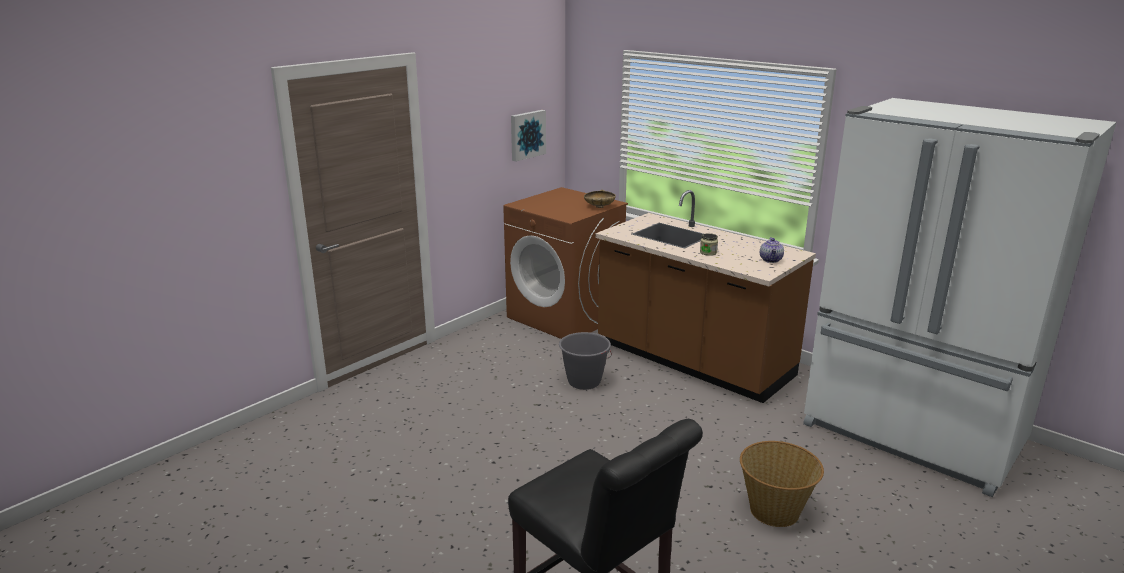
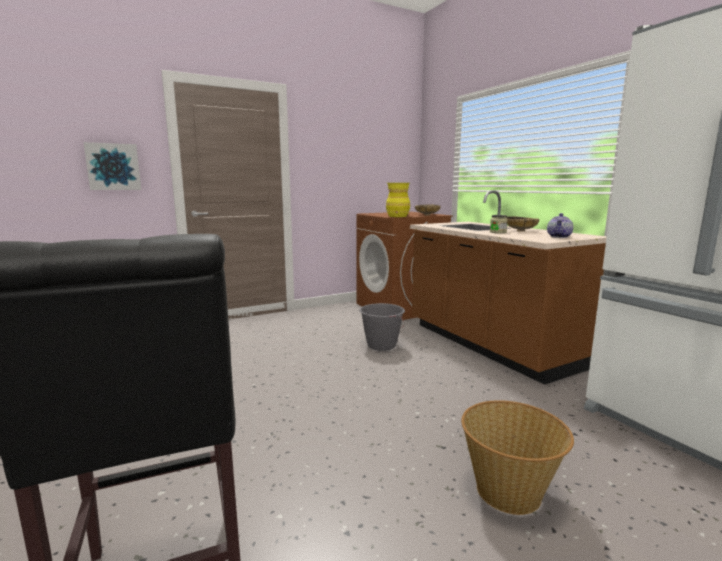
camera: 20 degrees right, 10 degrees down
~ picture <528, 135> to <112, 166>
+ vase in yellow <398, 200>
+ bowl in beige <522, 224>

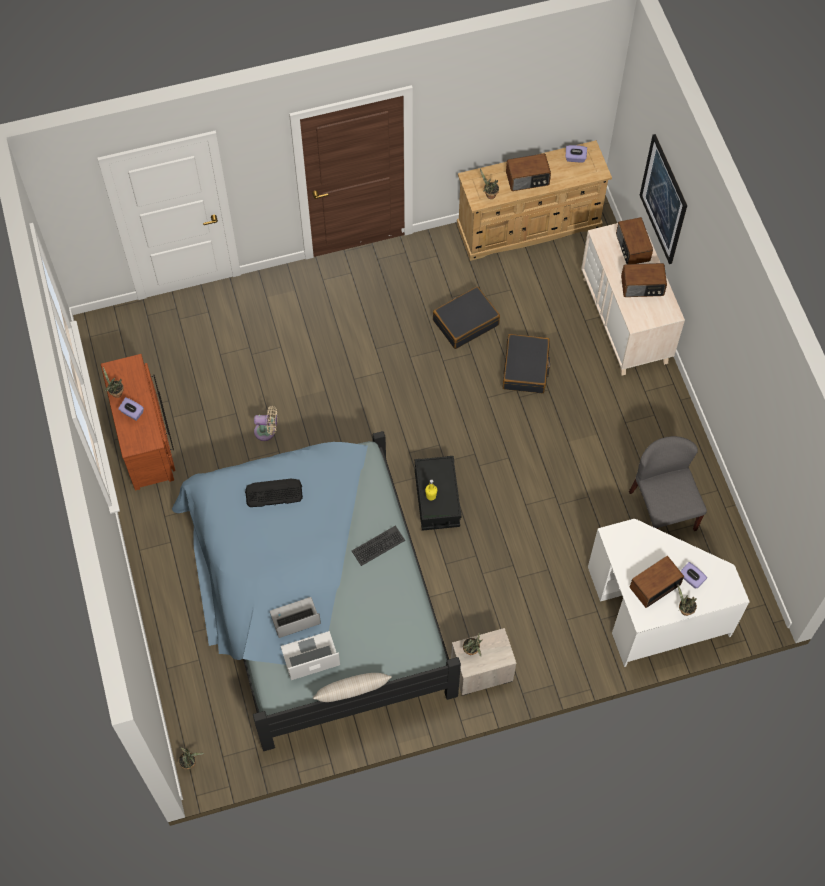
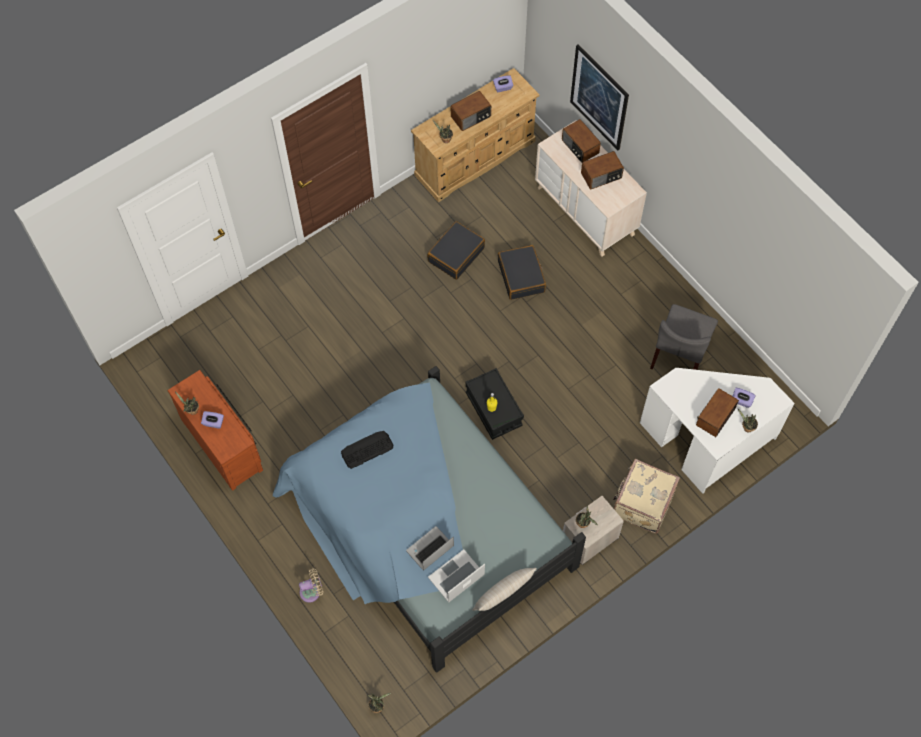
camera: 20 degrees left, 0 degrees up
~ fan in beige <265, 423> to <311, 586>
+ suitcase in beige <646, 496>
~ chair in grey <668, 483> = <684, 337> 120 degrees counterclockwise
- keyboard <378, 545>

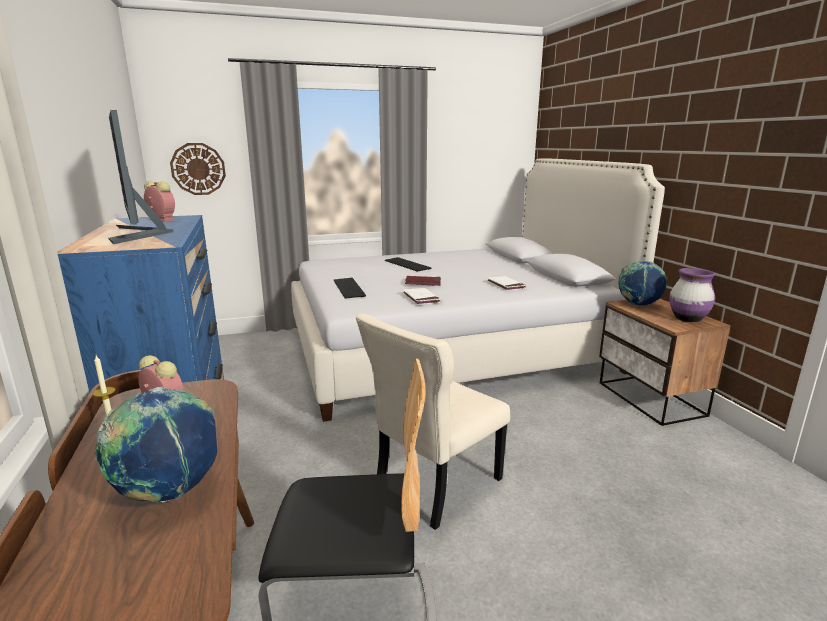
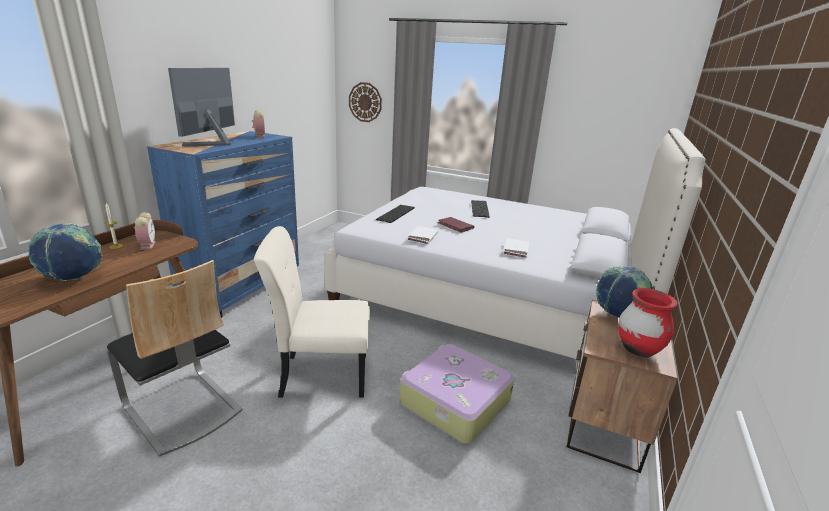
camera: 40 degrees right, 5 degrees up
+ suitcase <457, 394>
~ vase in purple <692, 295> to vase in red <647, 322>

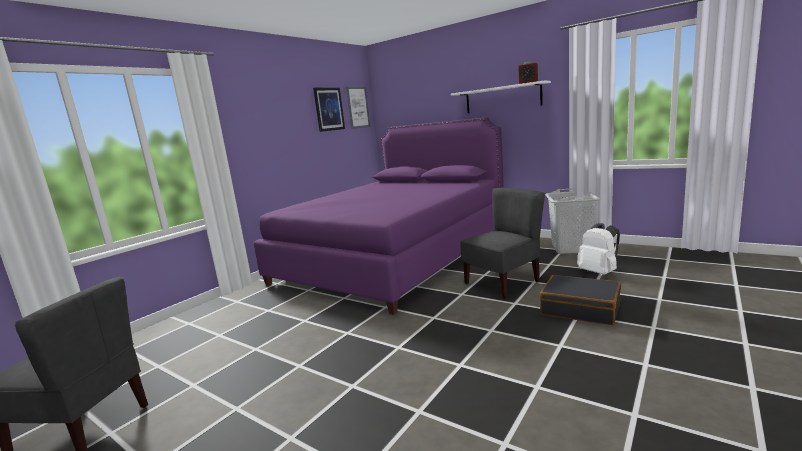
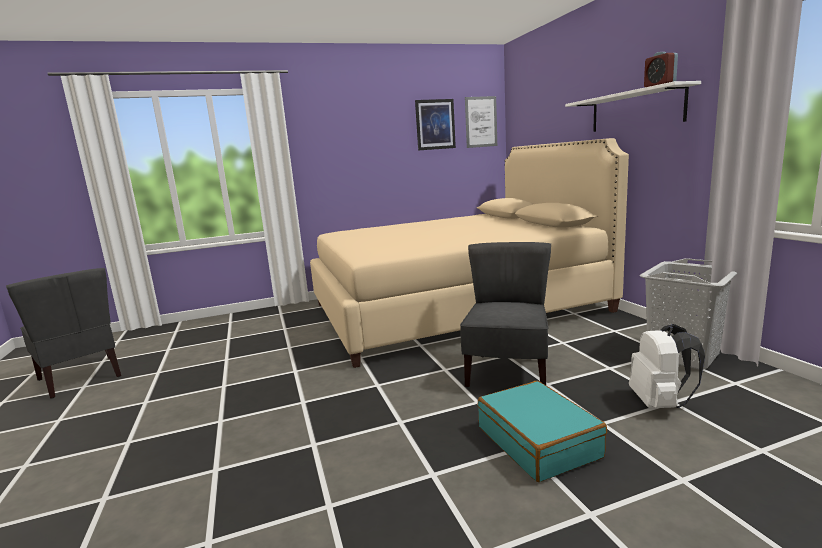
camera: 35 degrees right, 0 degrees up
~ bed in purple <379, 216> to bed in beige <469, 253>
~ chair in grey <502, 243> = <505, 315> 75 degrees counterclockwise
~ suitcase in black <580, 300> to suitcase in turquoise <542, 431>

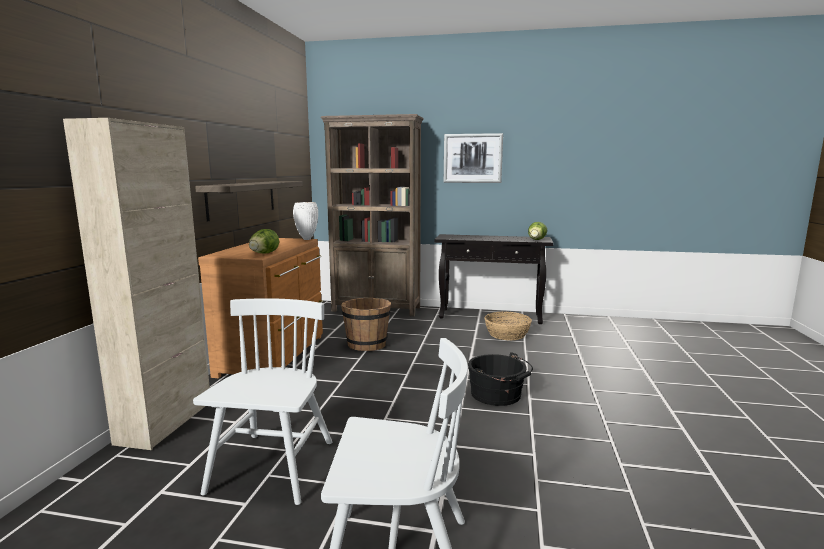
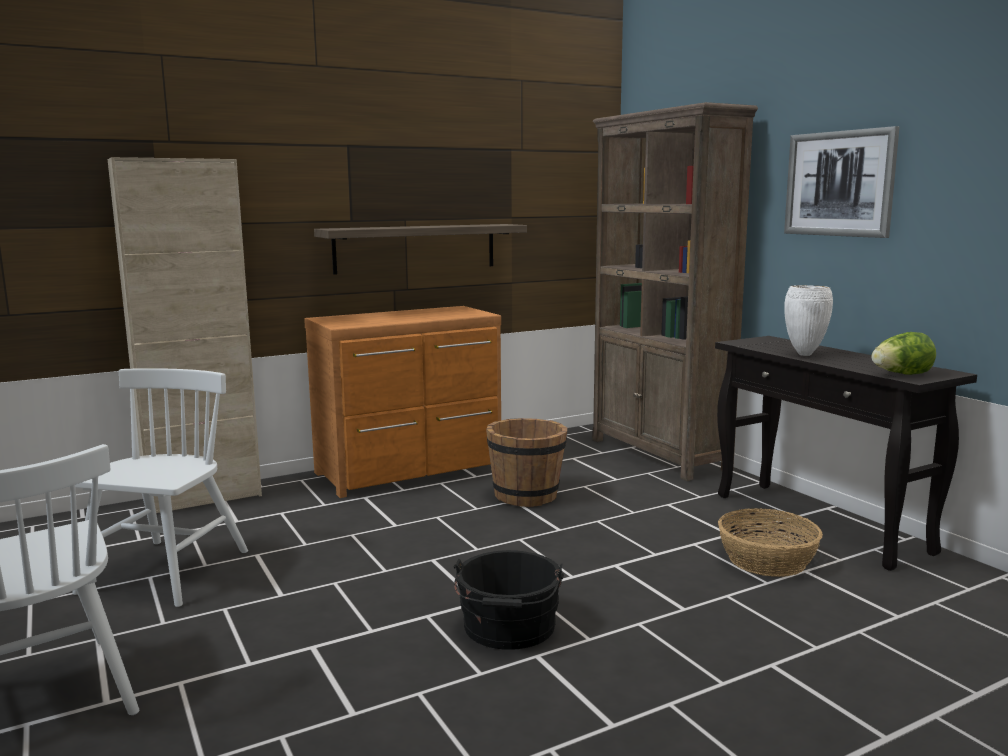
camera: 50 degrees right, 0 degrees up
~ chair in white <262, 401> = <158, 487> 45 degrees counterclockwise
~ vase in white <305, 221> to <808, 320>
- lettuce <264, 241>

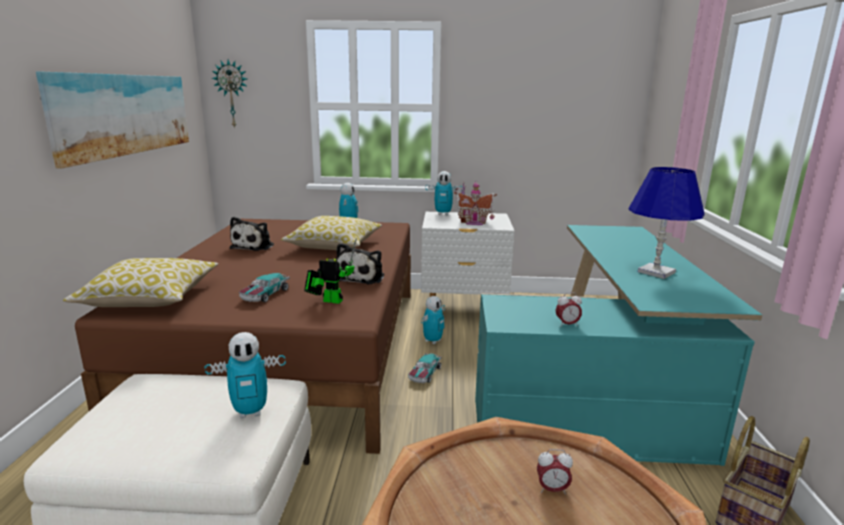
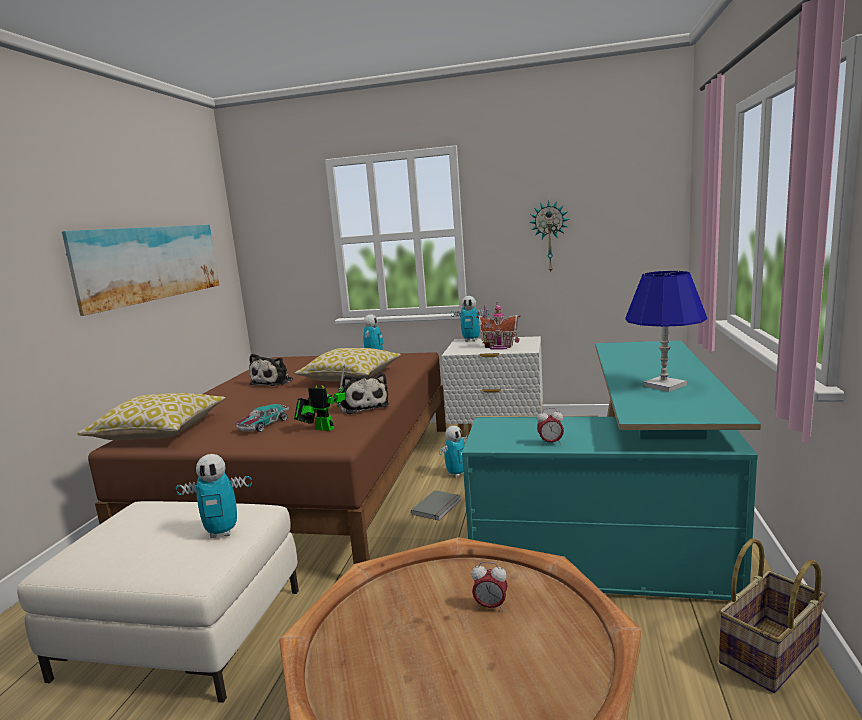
camera: 10 degrees right, 5 degrees down
~ plush toy <360, 263> = <364, 393> 45 degrees counterclockwise
~ toy car <424, 368> to book in grey <436, 505>
~ wall clock <229, 94> to <549, 237>

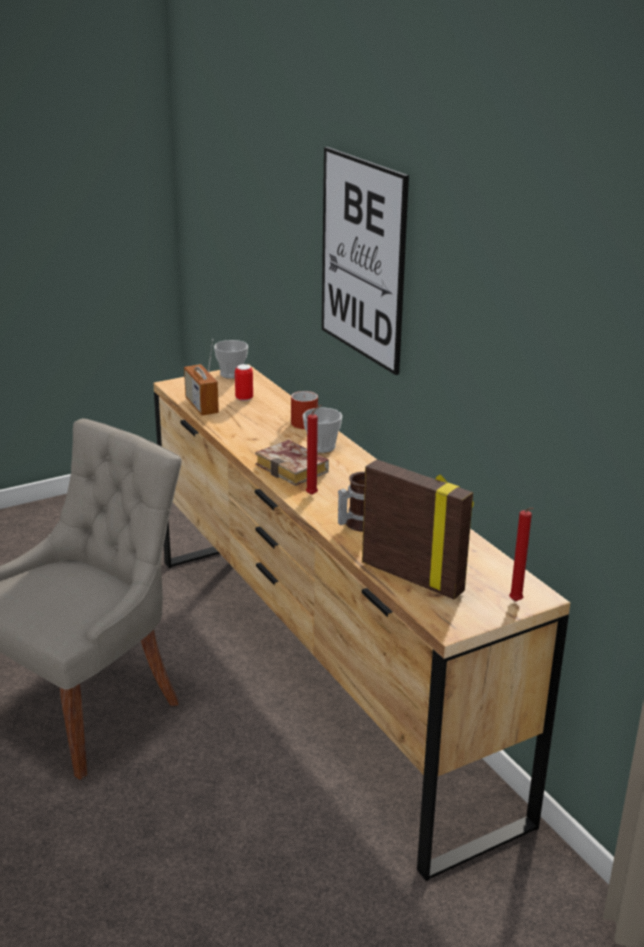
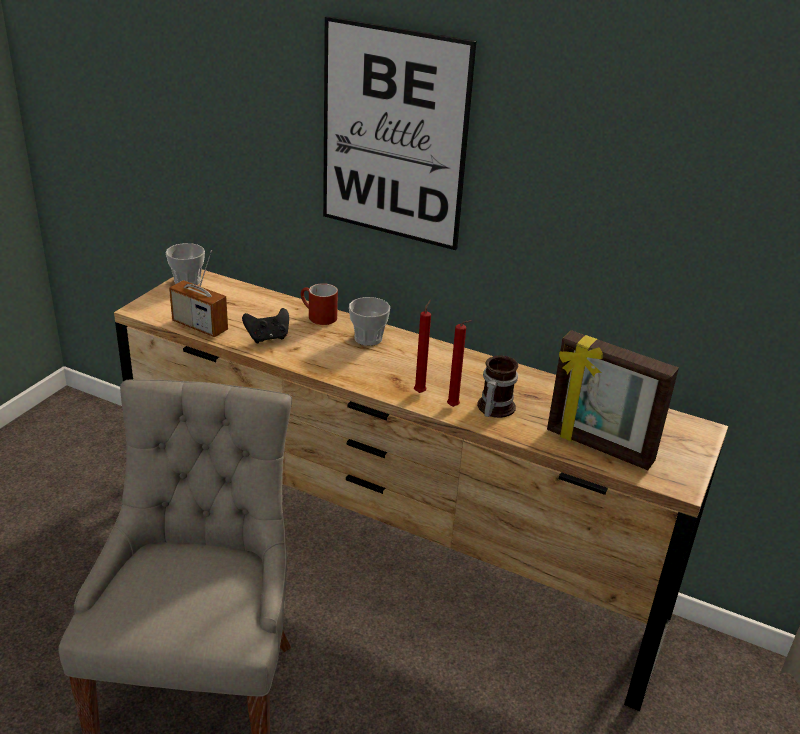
camera: 35 degrees left, 5 degrees up
+ game controller in black <265, 325>
~ candle in red <521, 554> to <459, 363>
~ picture frame <418, 529> = <613, 400> 150 degrees counterclockwise
- can <244, 382>
- book <292, 463>

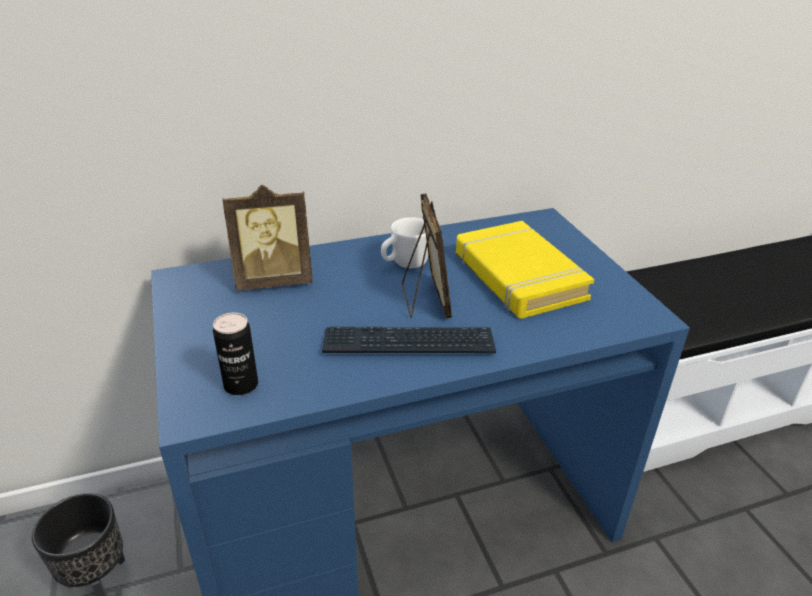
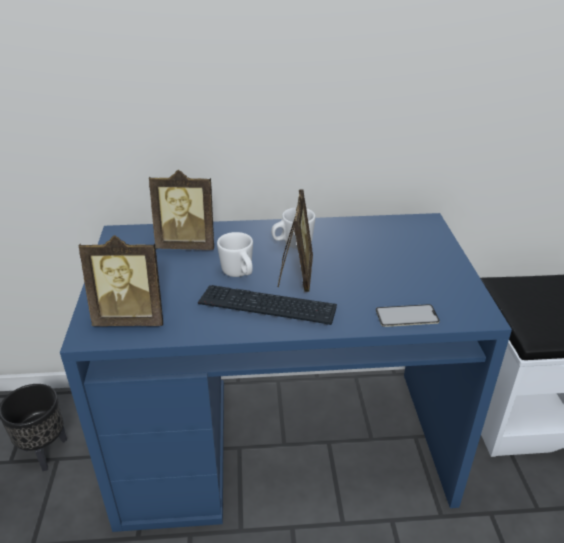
camera: 15 degrees right, 0 degrees up
~ can <235, 354> to picture frame <121, 280>
+ mug in white <235, 254>
+ phone <408, 315>
- book in yellow <525, 270>

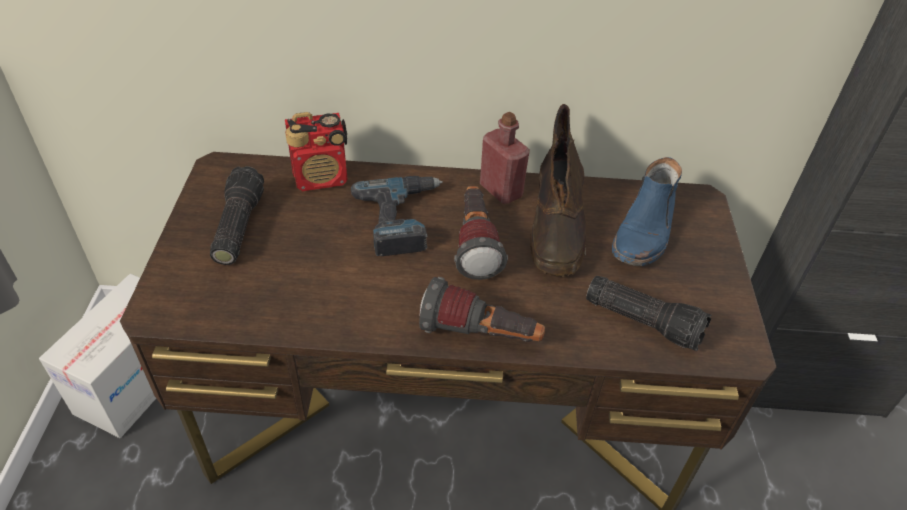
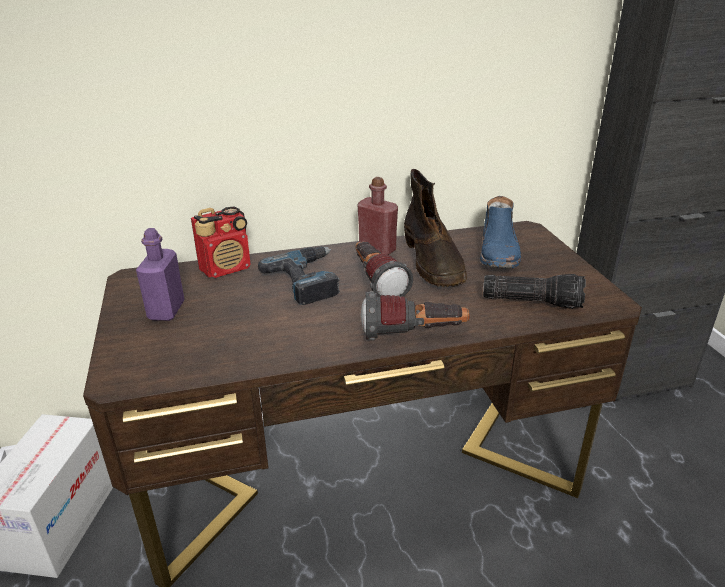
camera: 15 degrees left, 15 degrees down
~ flashlight <237, 215> to bottle in purple <160, 274>

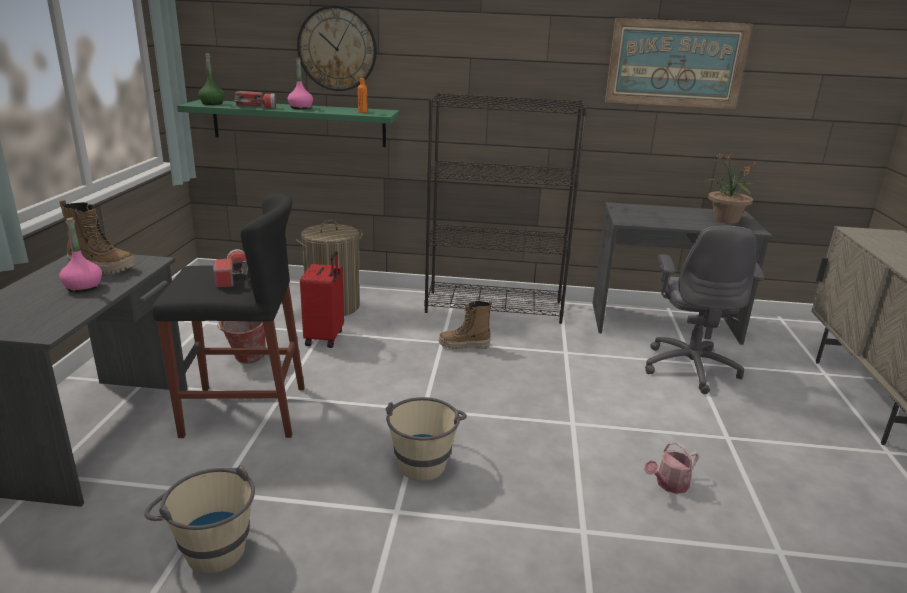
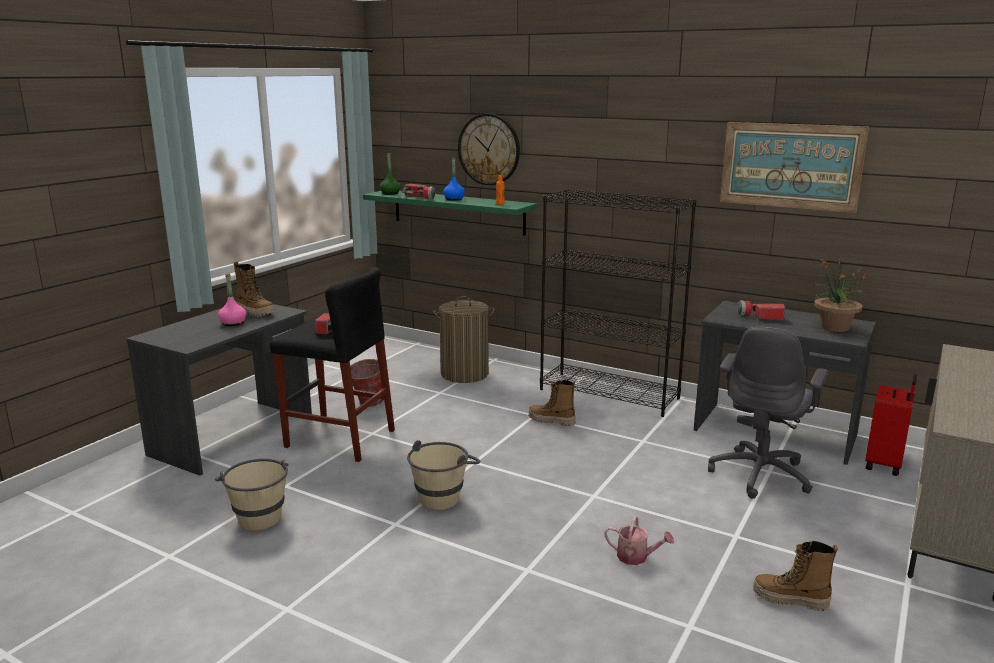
camera: 25 degrees right, 5 degrees down
~ bottle in pink <300, 84> to bottle in blue <454, 179>
~ watering can <671, 468> = <639, 540> 150 degrees counterclockwise
+ flashlight <761, 310>
+ boot <795, 576>
~ suitcase in red <322, 299> to <891, 425>

